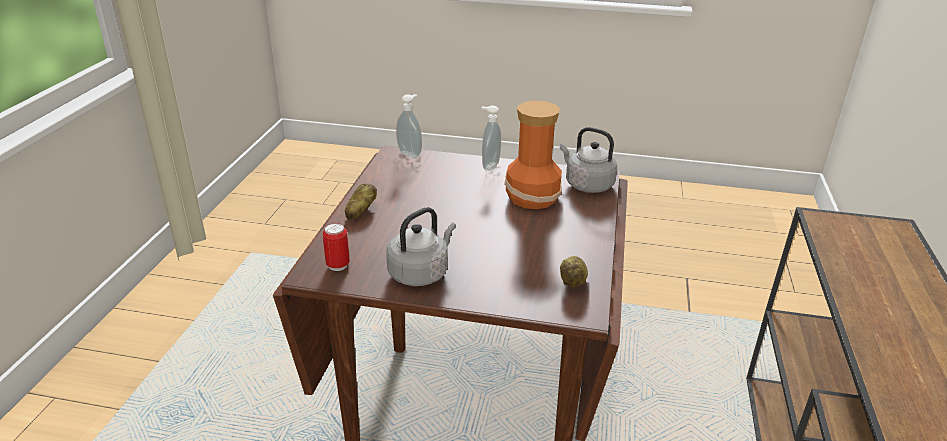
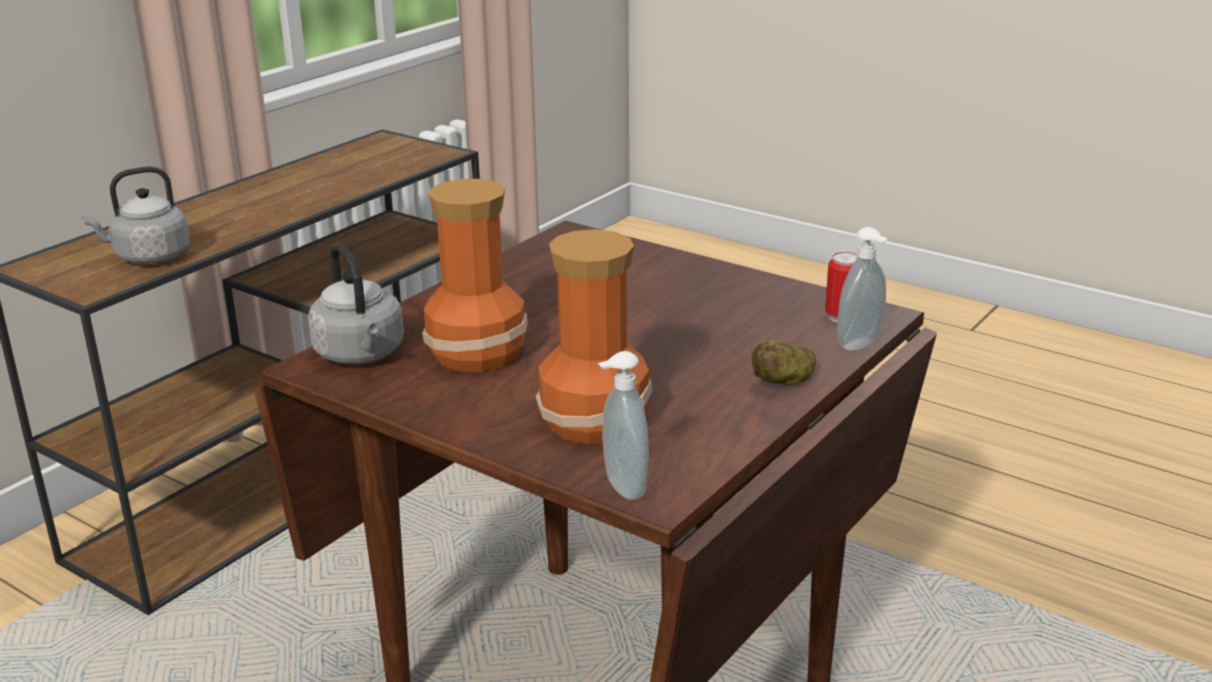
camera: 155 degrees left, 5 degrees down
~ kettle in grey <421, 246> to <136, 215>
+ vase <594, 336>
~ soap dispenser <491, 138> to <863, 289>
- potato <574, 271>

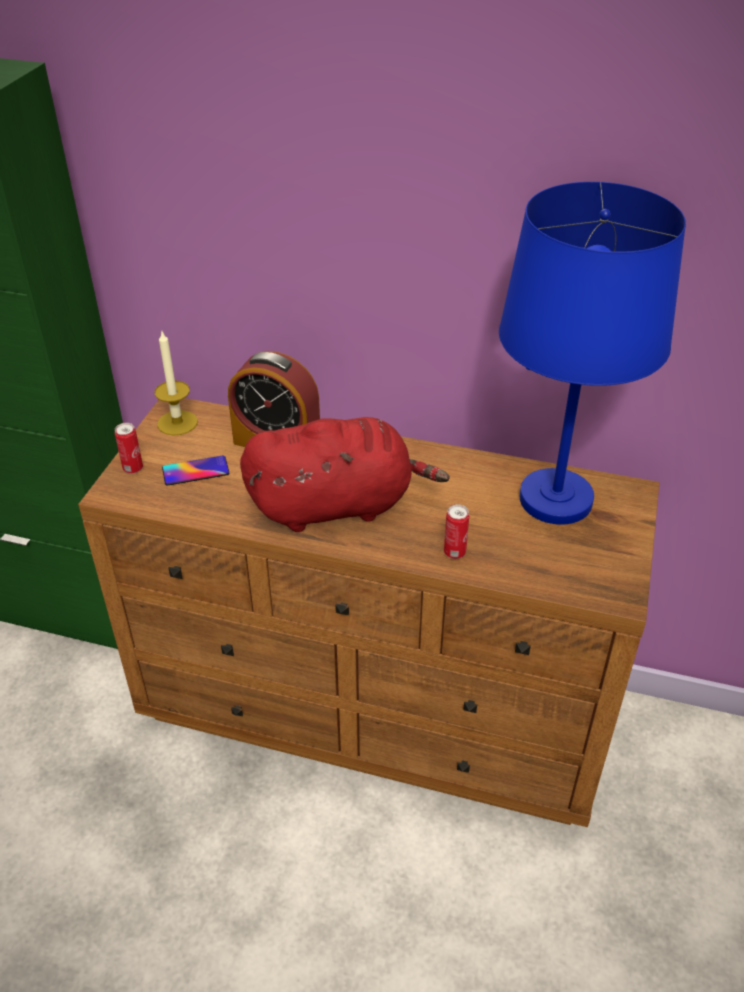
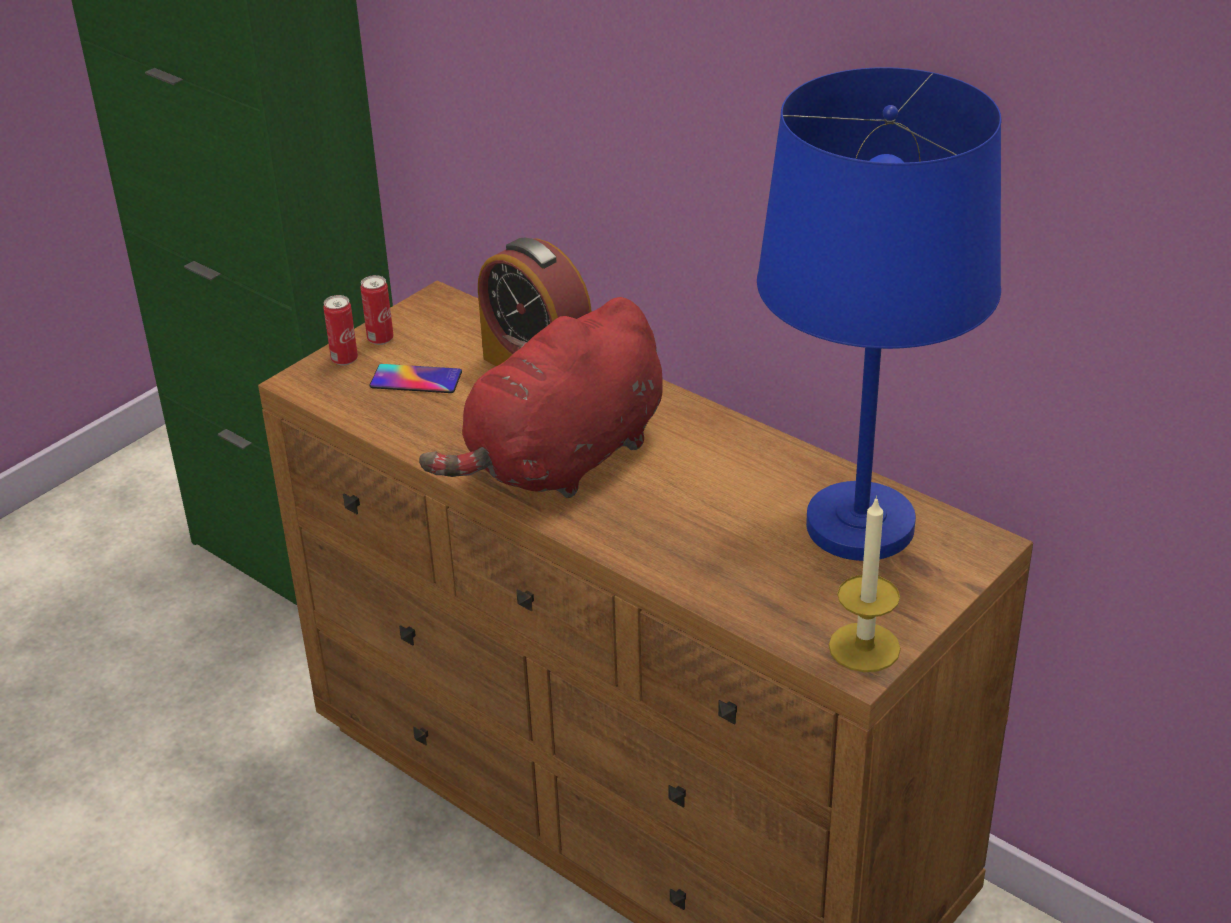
camera: 25 degrees right, 5 degrees down
~ can <456, 531> to <377, 310>
~ plush toy in red <345, 474> = <541, 397> 120 degrees clockwise
~ candle <176, 383> to <865, 584>

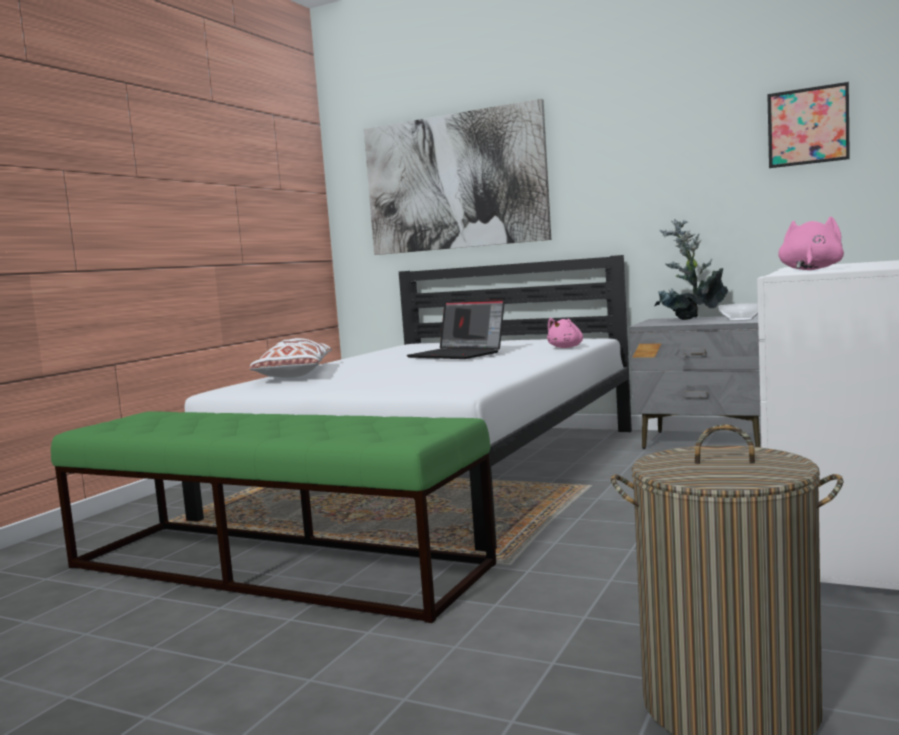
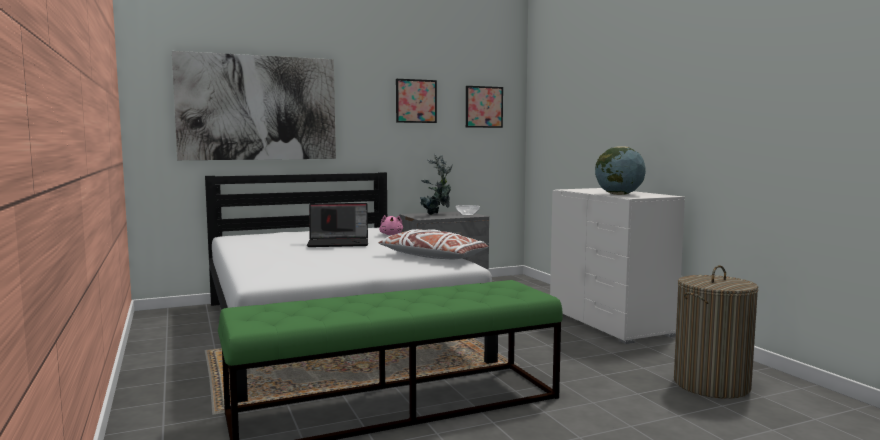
camera: 50 degrees left, 0 degrees up
~ pillow in white <290, 358> to <433, 244>
+ picture <416, 101>
~ plush toy in pink <811, 243> to globe <620, 170>

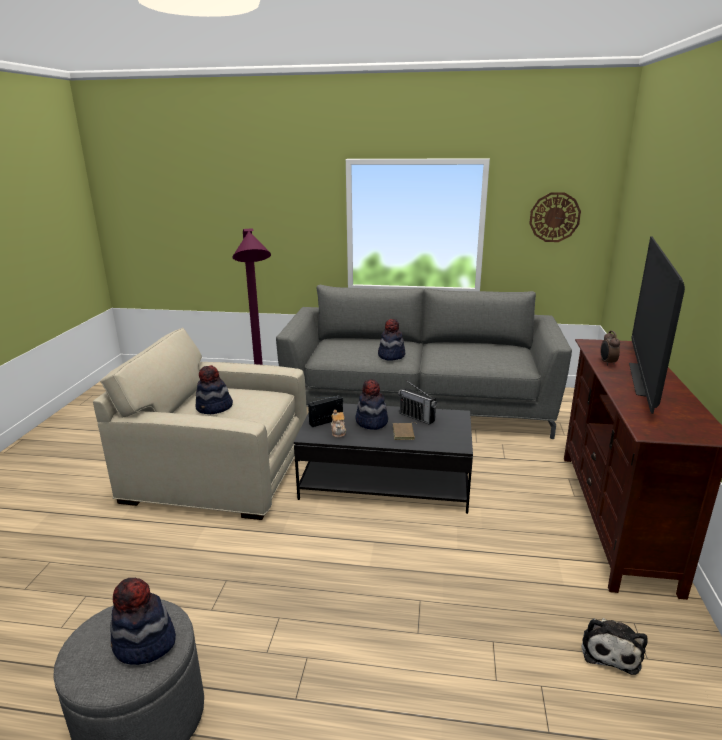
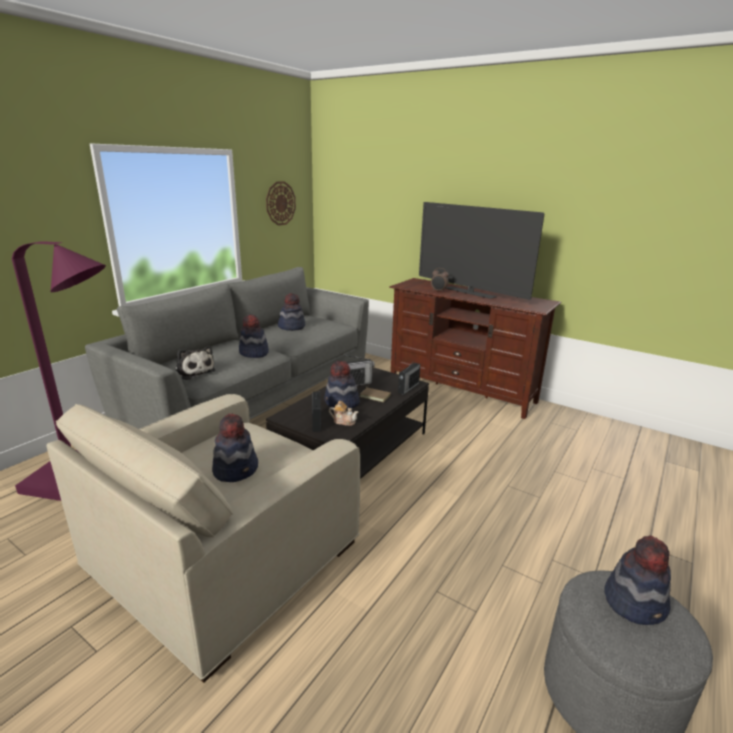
camera: 65 degrees left, 0 degrees up
~ plush toy <614, 646> to <195, 363>
+ hat <291, 312>
+ radio <409, 377>

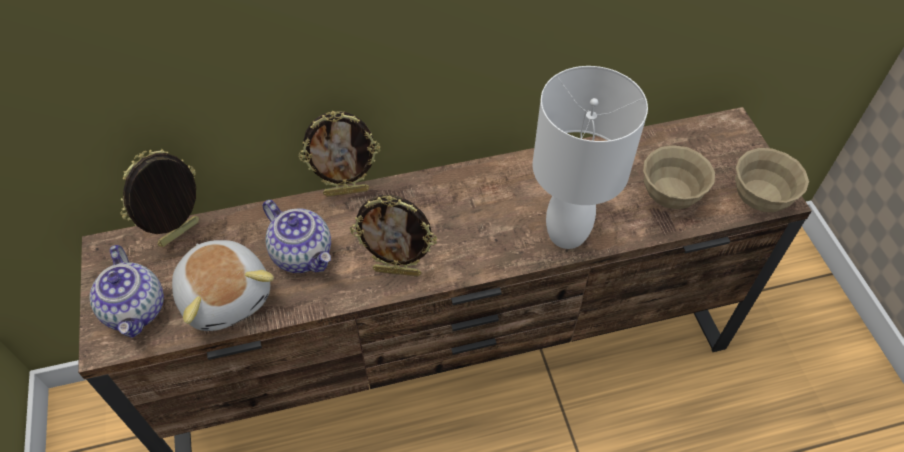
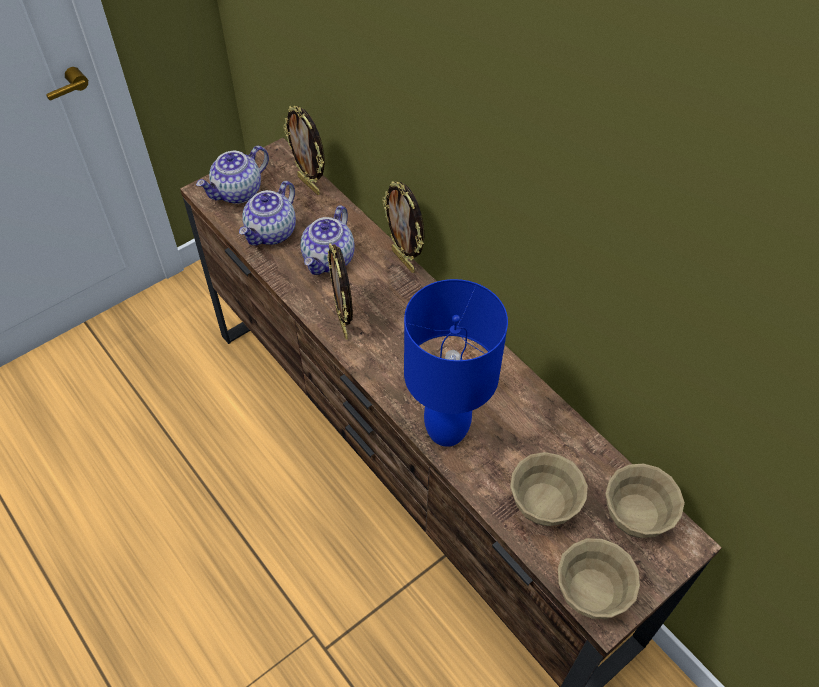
camera: 65 degrees right, 0 degrees up
~ plush toy <223, 285> to teapot <267, 213>
~ picture frame <159, 198> = <304, 150> 150 degrees counterclockwise
~ table lamp in white <590, 157> to table lamp in blue <456, 363>
+ bowl in beige <645, 501>

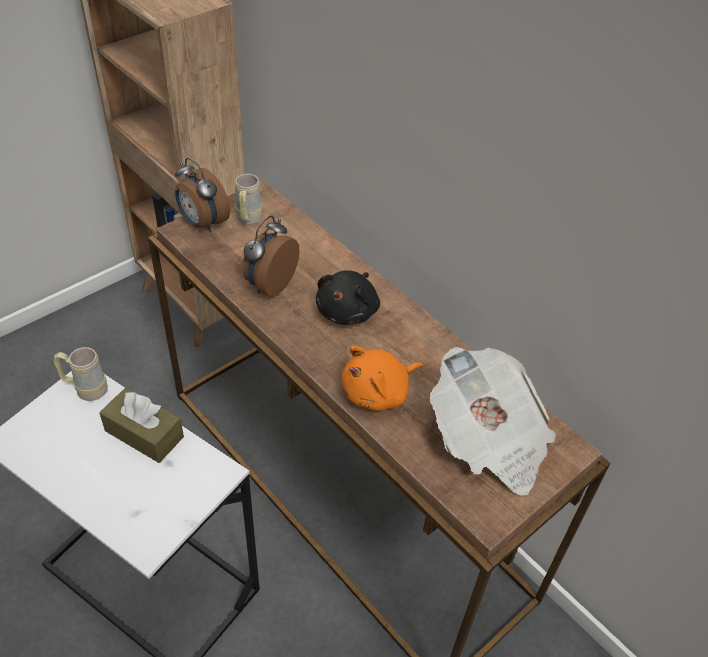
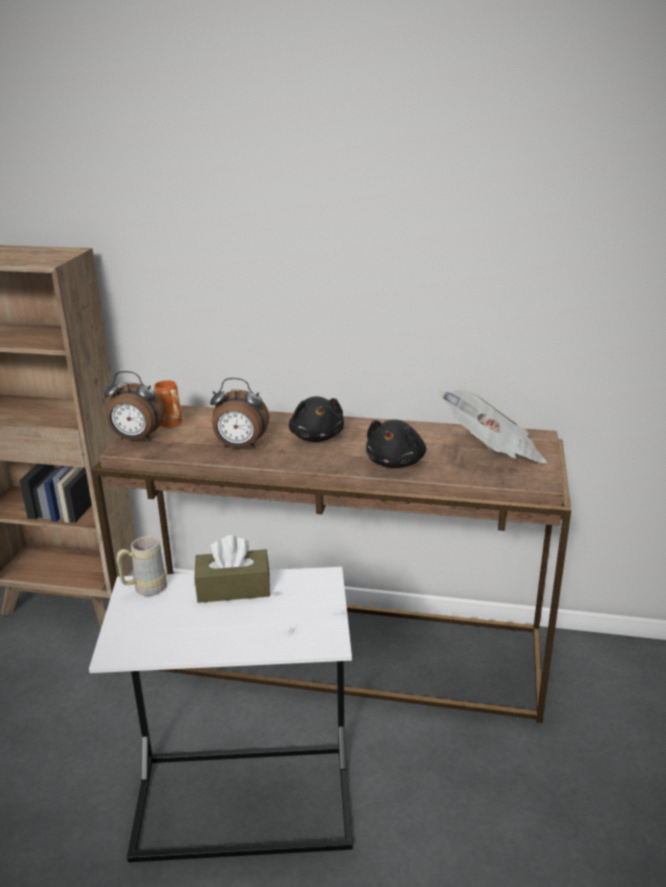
camera: 35 degrees left, 20 degrees down
~ mug in beige <249, 199> to mug in orange <168, 404>
~ alarm clock <271, 256> = <239, 413> 75 degrees counterclockwise
~ plush toy in orange <382, 378> to plush toy in black <396, 443>

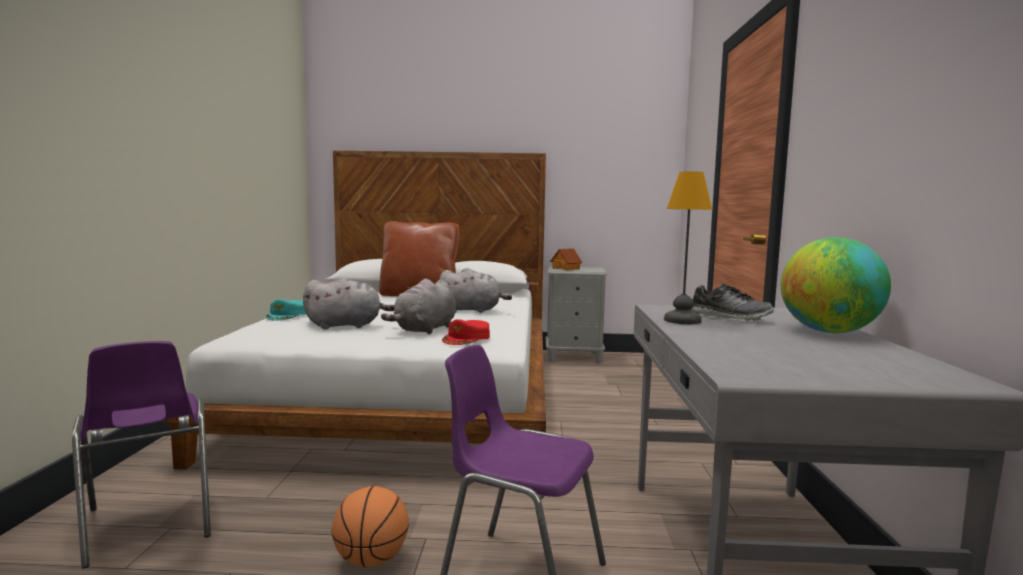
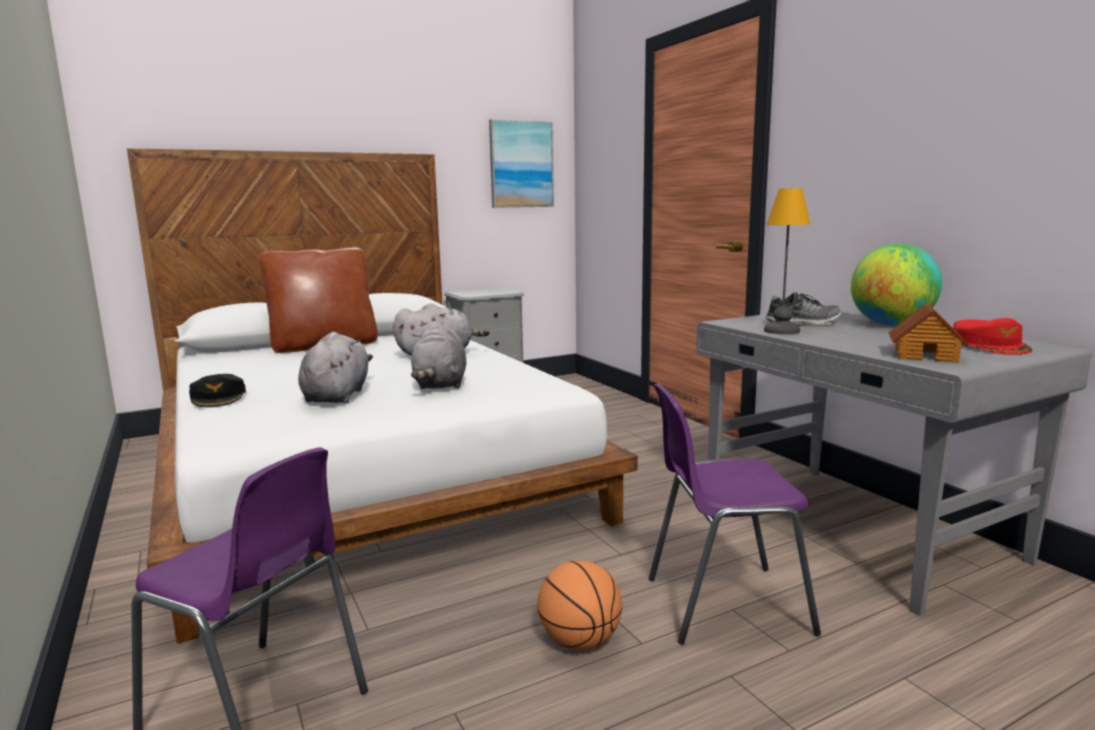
camera: 30 degrees left, 5 degrees up
~ cap in turquoise <286, 309> to cap in black <217, 390>
~ plush toy in grey <348, 302> = <335, 368> 45 degrees counterclockwise
+ picture <521, 163>
~ toy house <566, 259> to <929, 333>
~ cap in red <466, 332> to <992, 336>

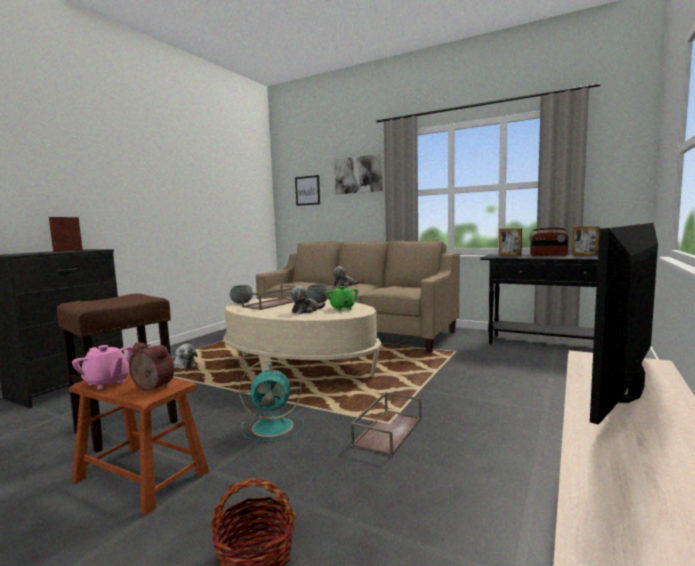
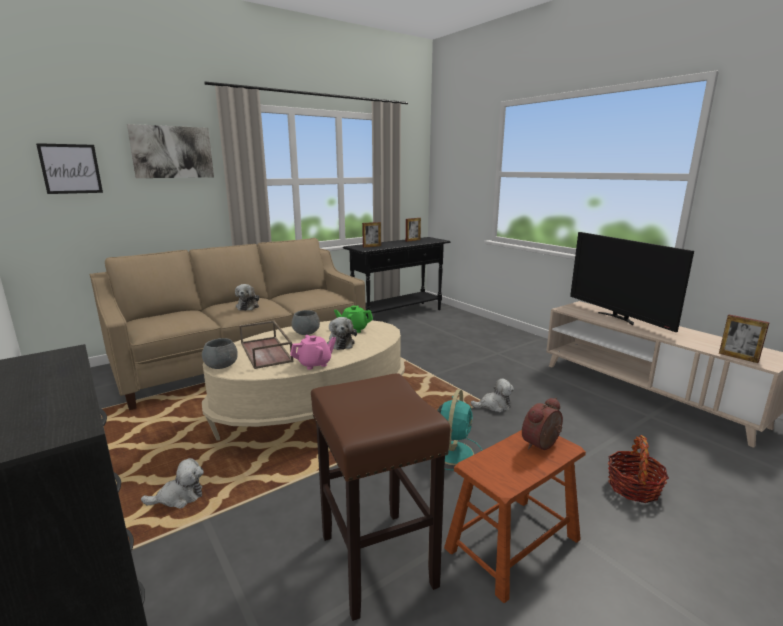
camera: 65 degrees left, 10 degrees up
~ teapot in pink <102, 367> to <313, 352>
~ tray in brown <386, 424> to plush toy <492, 395>
~ picture frame <66, 234> to <744, 339>
- radio <549, 242>

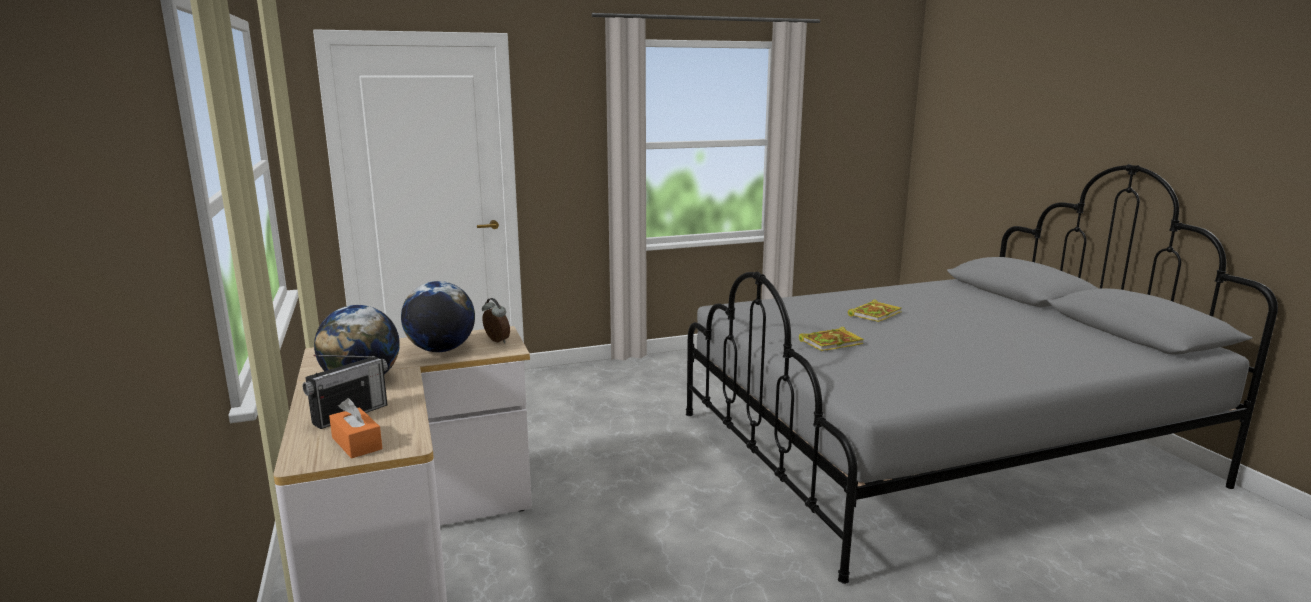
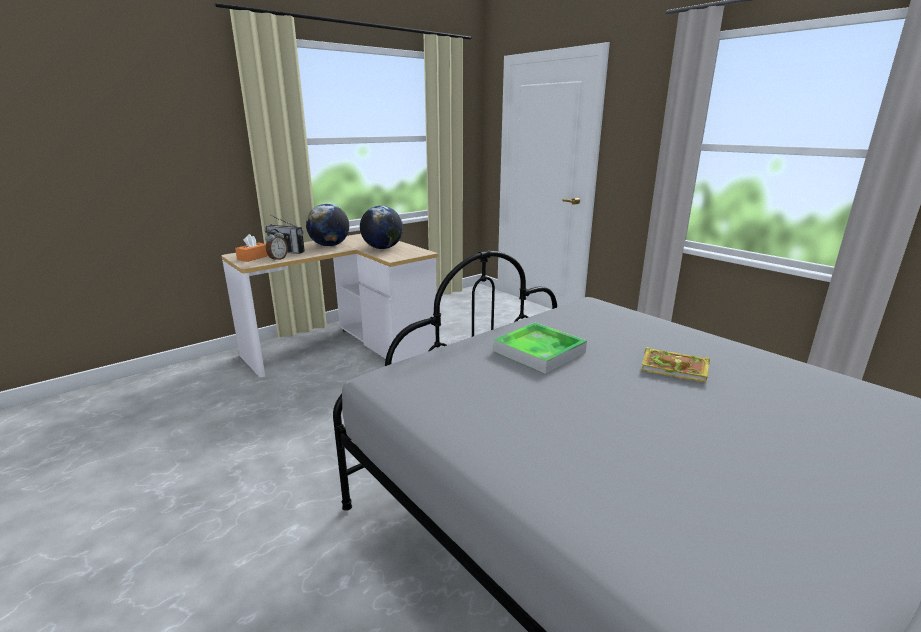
camera: 70 degrees right, 5 degrees up
~ alarm clock <496, 320> to <276, 245>
~ book <831, 339> to tray <540, 348>

